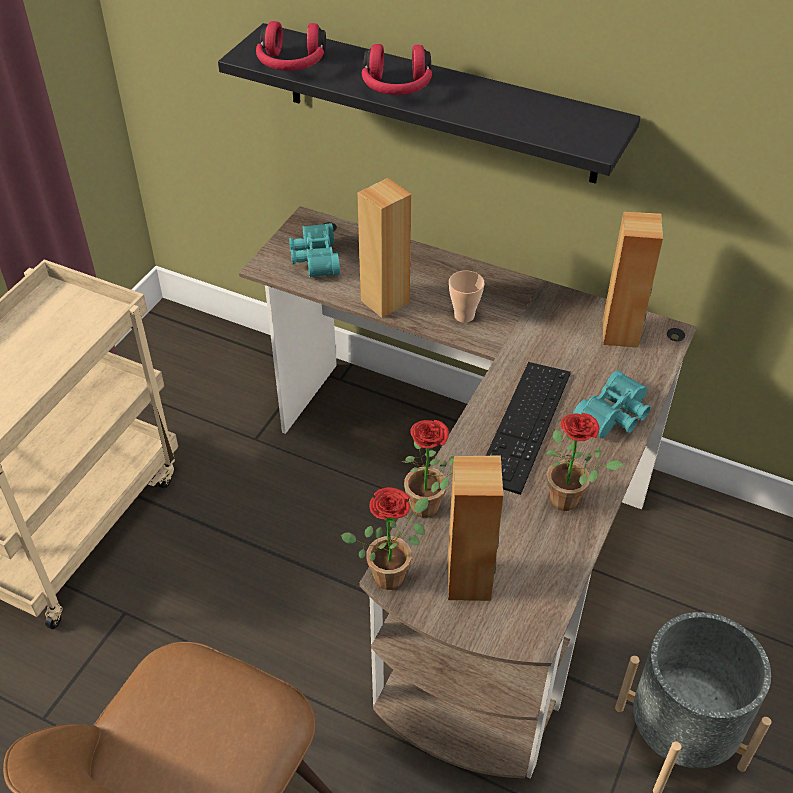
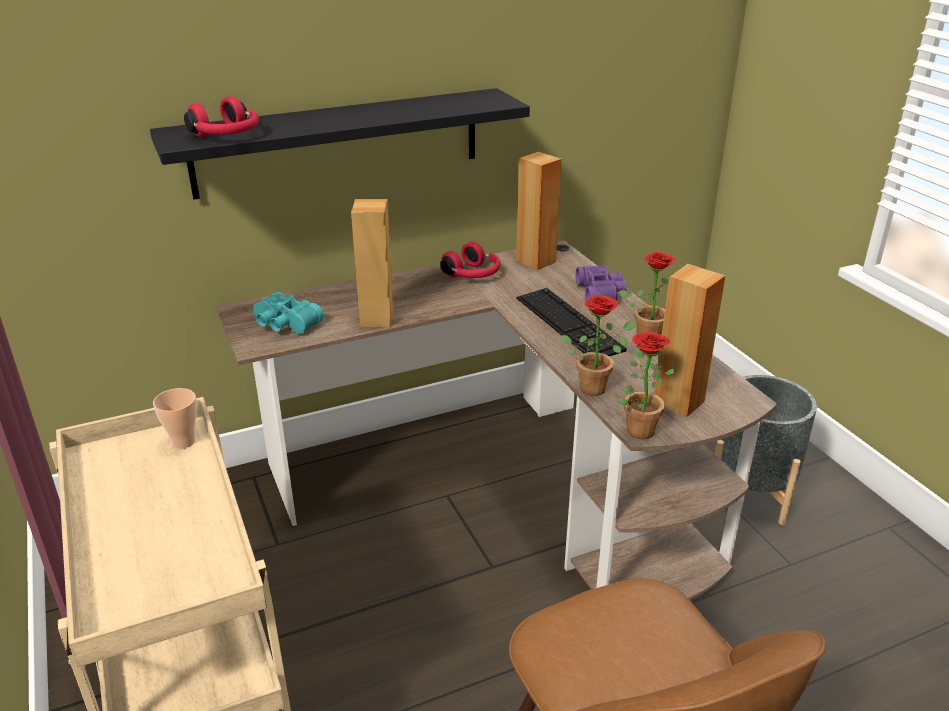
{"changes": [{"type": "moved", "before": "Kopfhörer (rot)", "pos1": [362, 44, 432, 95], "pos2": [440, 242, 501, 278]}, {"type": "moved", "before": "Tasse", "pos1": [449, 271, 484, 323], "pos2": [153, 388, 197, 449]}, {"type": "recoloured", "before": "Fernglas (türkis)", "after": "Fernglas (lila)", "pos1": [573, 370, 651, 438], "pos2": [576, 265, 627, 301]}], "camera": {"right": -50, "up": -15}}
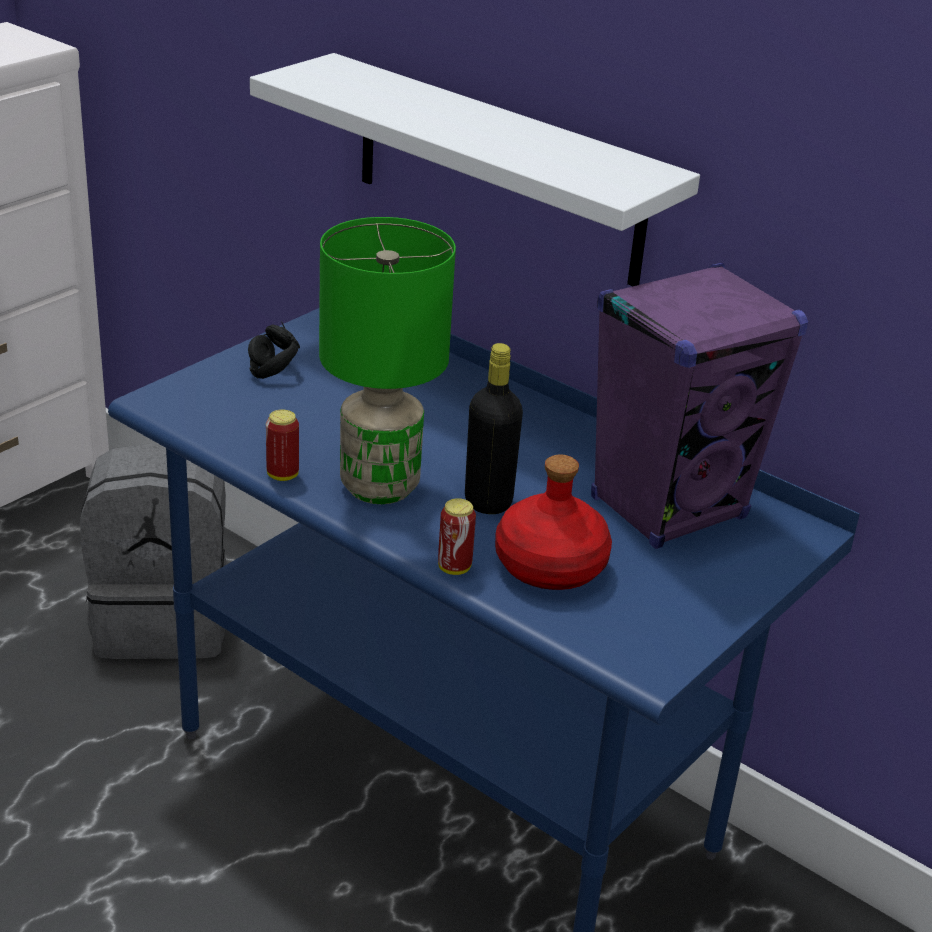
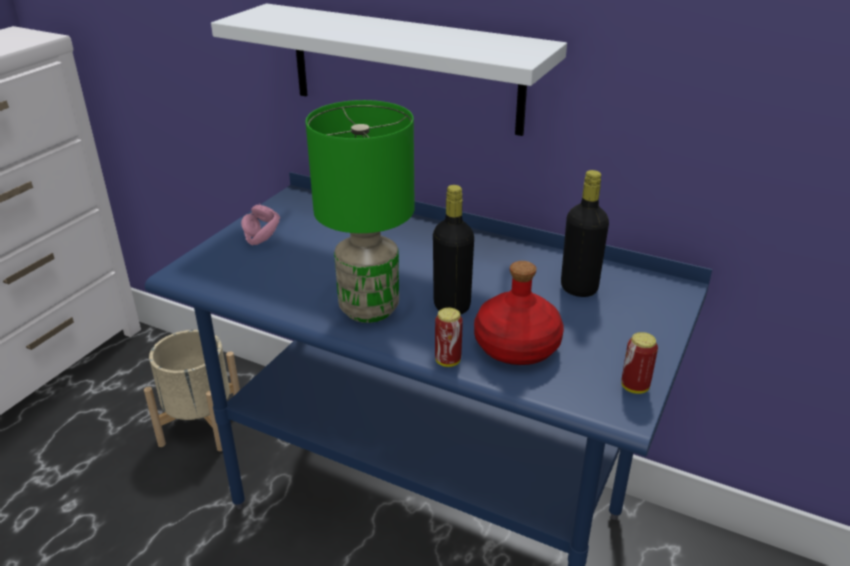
{"changes": [{"type": "replaced", "before": "Lautsprecher (lila)", "after": "Flasche (schwarz)", "pos1": [591, 263, 808, 549], "pos2": [561, 170, 609, 297]}, {"type": "recoloured", "before": "Kopfhörer (schwarz)", "after": "Kopfhörer (rosa)", "pos1": [248, 321, 300, 379], "pos2": [241, 203, 280, 246]}, {"type": "moved", "before": "Dose", "pos1": [266, 409, 299, 481], "pos2": [621, 332, 658, 394]}, {"type": "replaced", "before": "Rucksack (grau)", "after": "Pflanzkübel (beige)", "pos1": [80, 443, 227, 659], "pos2": [144, 330, 240, 451]}], "camera": {"right": -10, "up": 0}}
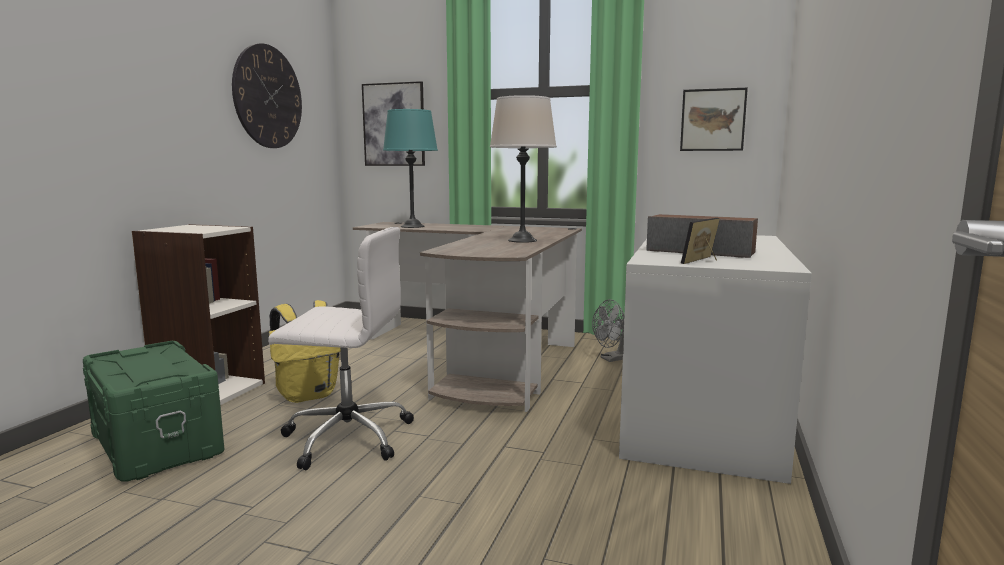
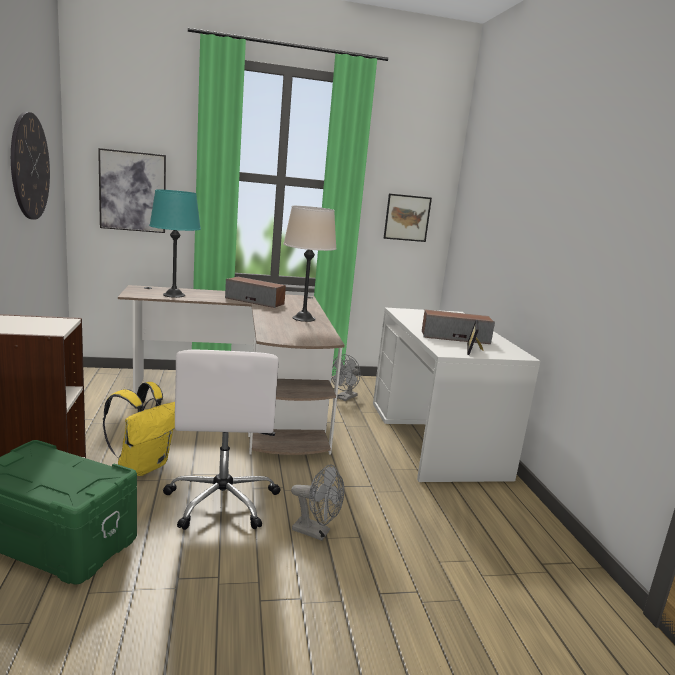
{"changes": [{"type": "turned", "before": "Bürostuhl (weiß)", "pos1": [268, 227, 414, 470], "pos2": [163, 349, 280, 530], "turn": 105}, {"type": "added", "after": "Lautsprecher", "pos2": [225, 277, 286, 308]}, {"type": "added", "after": "Ventilator (grau)", "pos2": [291, 464, 344, 541]}], "camera": {"right": -30, "up": 5}}
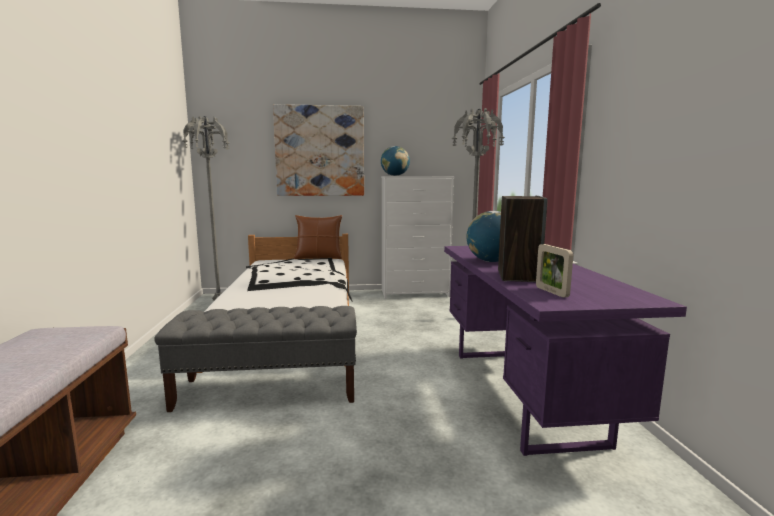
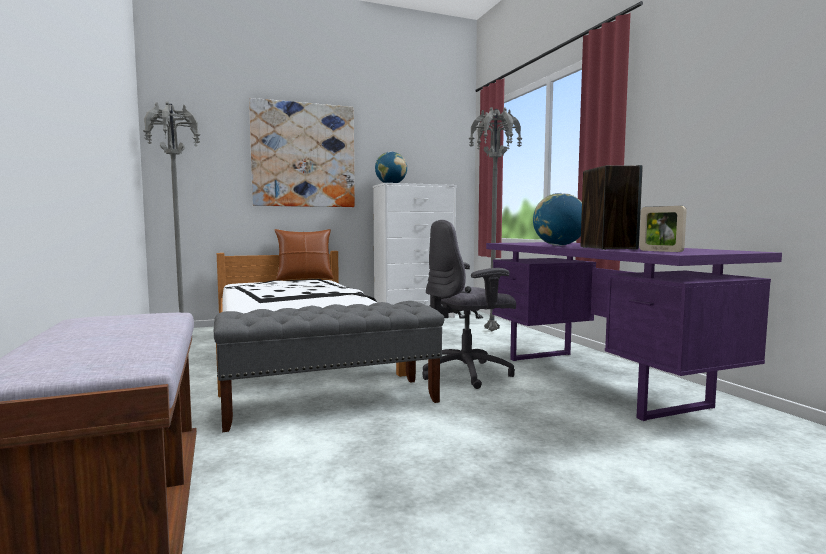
{"changes": [{"type": "added", "after": "Bürostuhl (grau)", "pos2": [422, 220, 516, 389]}], "camera": {"right": -15, "up": -5}}
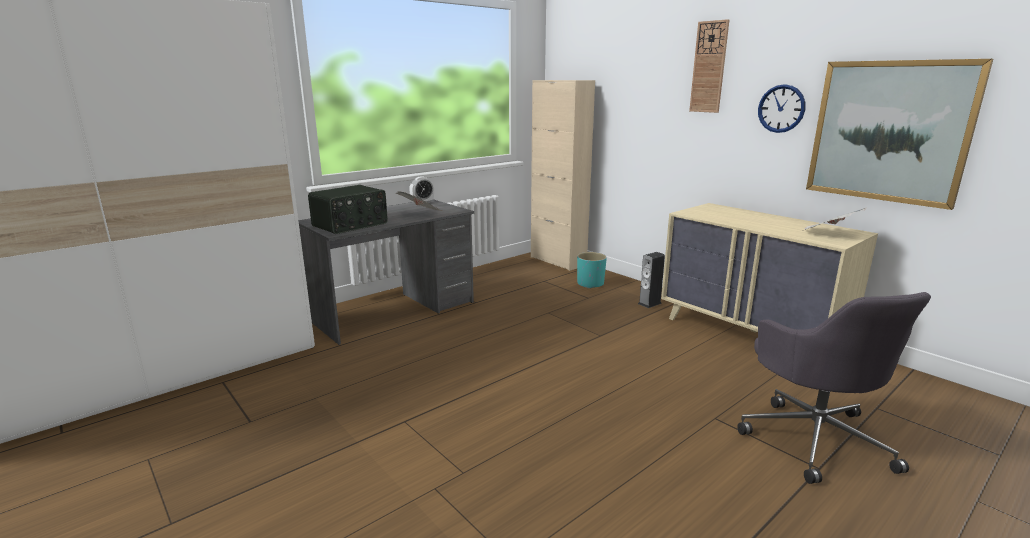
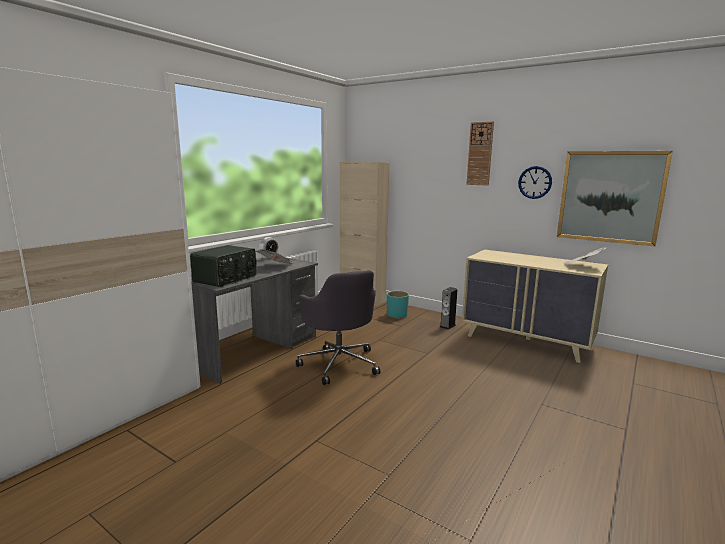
{"changes": [{"type": "moved", "before": "Bürostuhl (grau)", "pos1": [737, 292, 931, 484], "pos2": [296, 270, 380, 385]}], "camera": {"right": -15, "up": -5}}
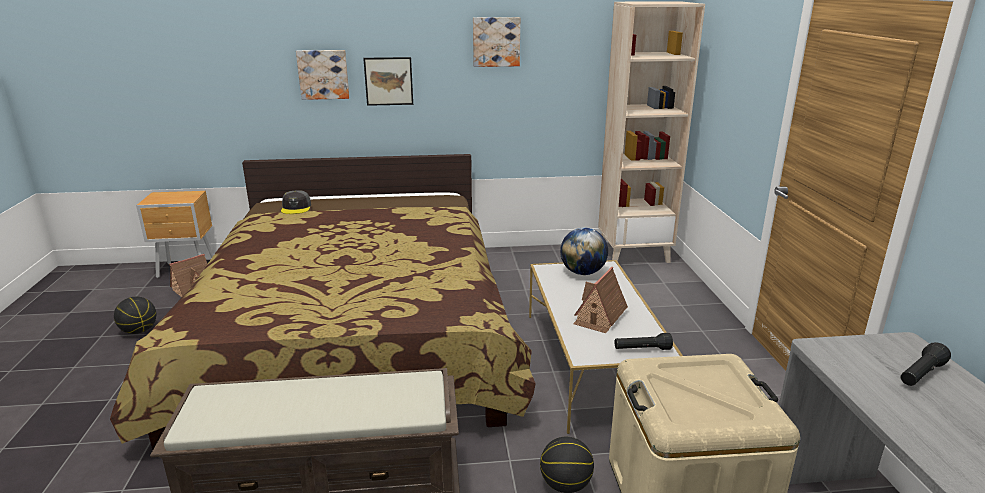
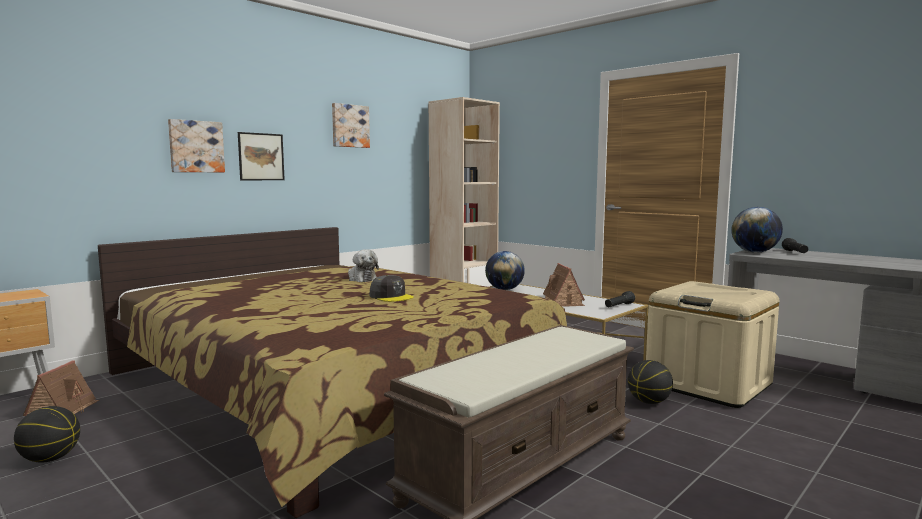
{"changes": [{"type": "moved", "before": "Kappe (grau)", "pos1": [281, 190, 311, 214], "pos2": [369, 275, 414, 302]}, {"type": "added", "after": "Globus", "pos2": [731, 207, 783, 253]}, {"type": "added", "after": "Plüschtier", "pos2": [348, 249, 379, 282]}], "camera": {"right": -40, "up": -15}}
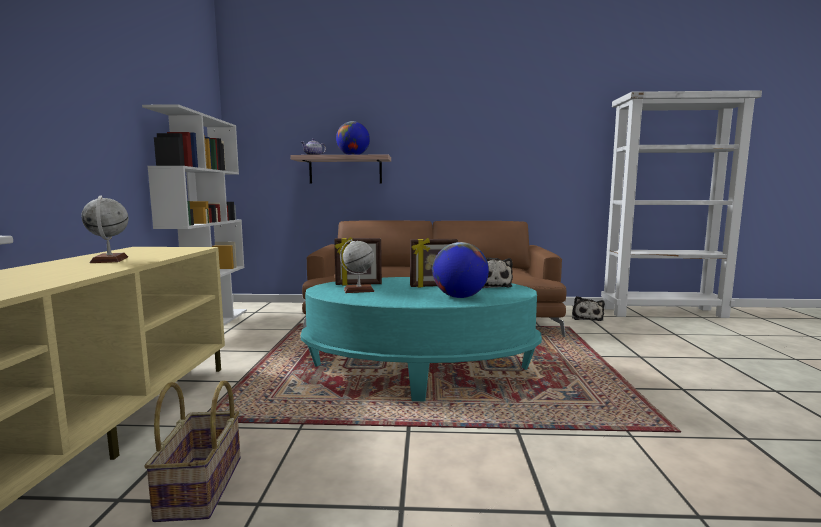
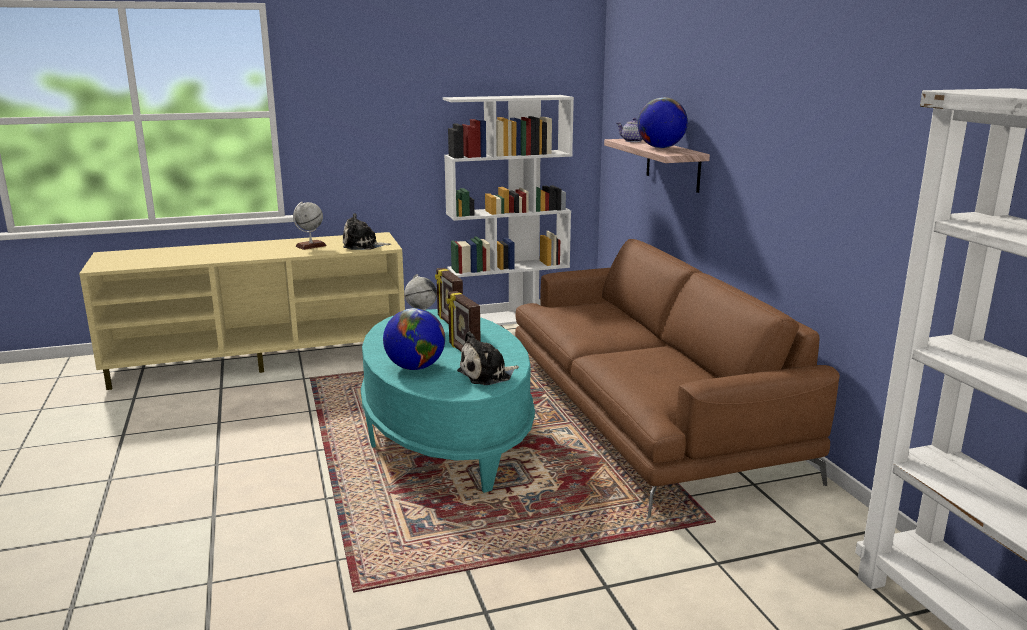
{"changes": [{"type": "moved", "before": "Plüschtier", "pos1": [572, 296, 605, 321], "pos2": [343, 213, 391, 250]}, {"type": "removed", "before": "Korb", "pos1": [144, 380, 240, 522]}], "camera": {"right": 70, "up": 10}}
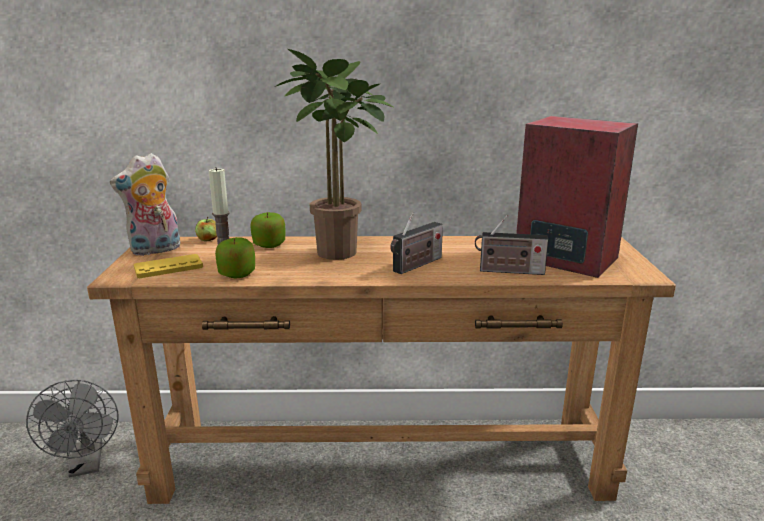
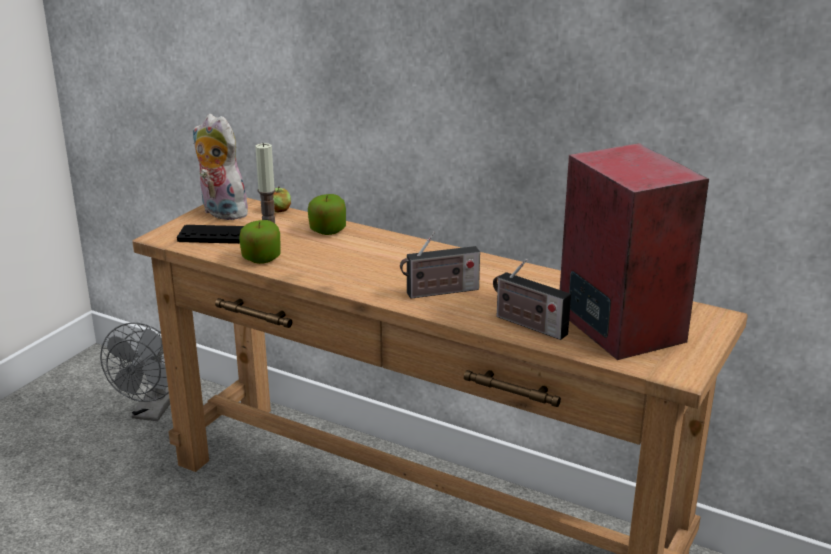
{"changes": [{"type": "removed", "before": "Topfpflanze", "pos1": [275, 49, 393, 260]}, {"type": "turned", "before": "Plüschtier", "pos1": [110, 153, 180, 256], "pos2": [193, 114, 248, 220], "turn": 45}, {"type": "recoloured", "before": "Gamepad (gelb)", "after": "Gamepad (schwarz)", "pos1": [134, 254, 203, 278], "pos2": [177, 225, 244, 244]}], "camera": {"right": 30, "up": 5}}
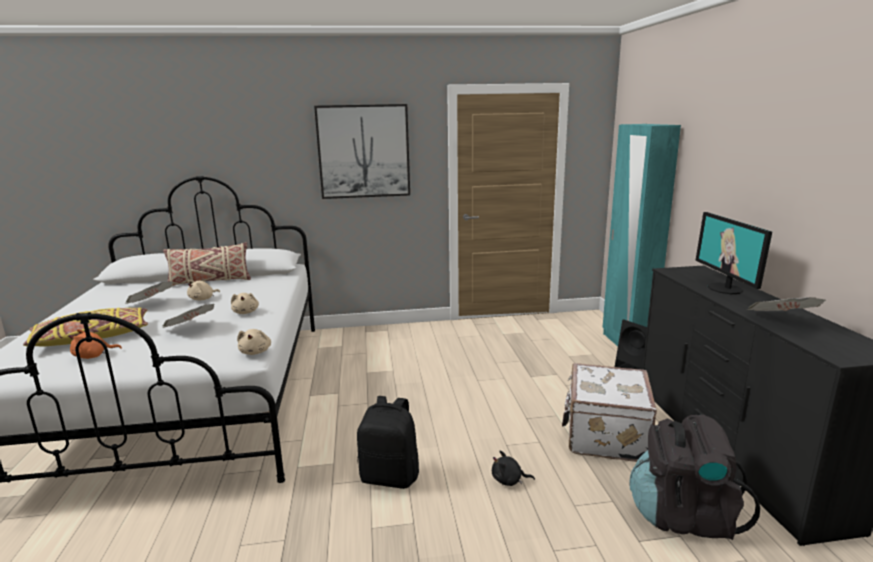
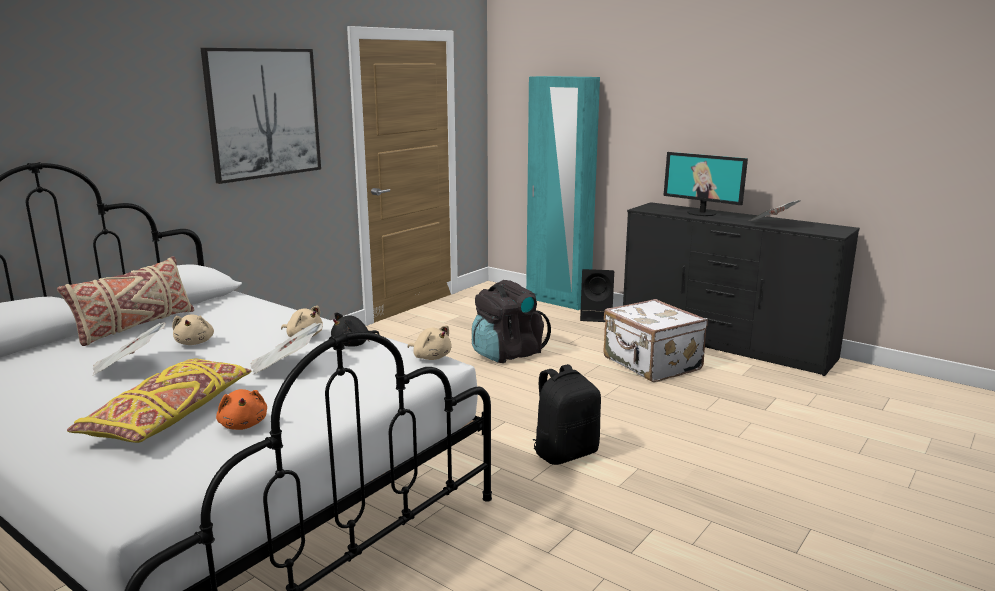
{"changes": [{"type": "turned", "before": "Plüschtier (orange)", "pos1": [68, 329, 122, 359], "pos2": [216, 389, 267, 430], "turn": -45}, {"type": "moved", "before": "Rucksack (schwarz)", "pos1": [630, 415, 760, 540], "pos2": [472, 280, 551, 363]}, {"type": "moved", "before": "Plüschtier (schwarz)", "pos1": [492, 450, 535, 486], "pos2": [331, 312, 380, 347]}], "camera": {"right": -45, "up": 0}}
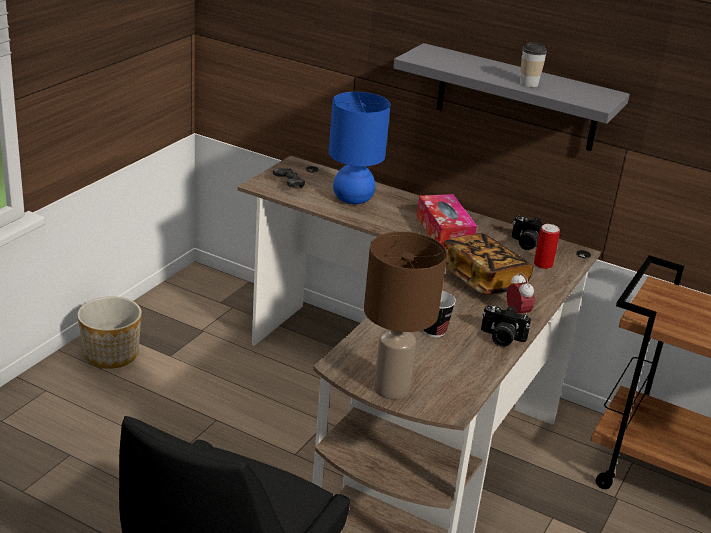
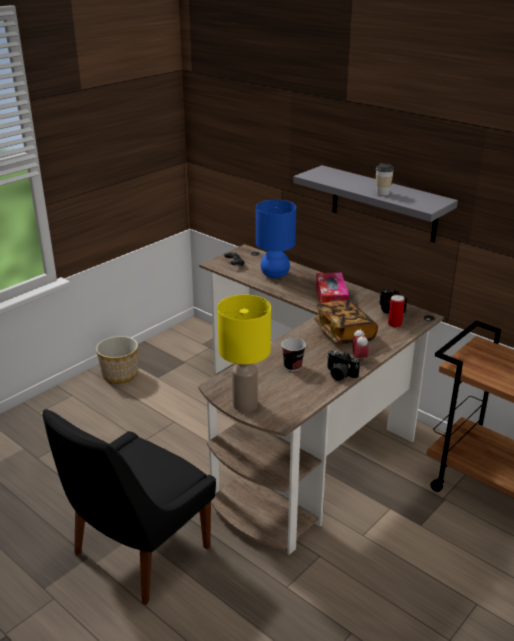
{"changes": [{"type": "recoloured", "before": "Tischlampe (braun)", "after": "Tischlampe (gelb)", "pos1": [364, 231, 447, 400], "pos2": [217, 294, 271, 412]}], "camera": {"right": 15, "up": 0}}
